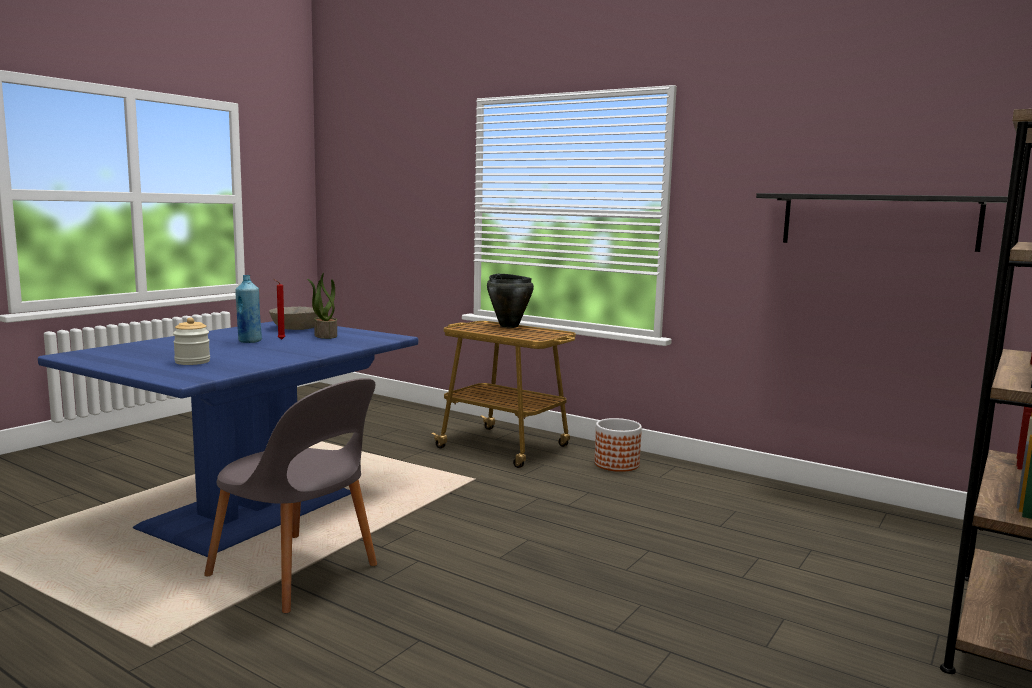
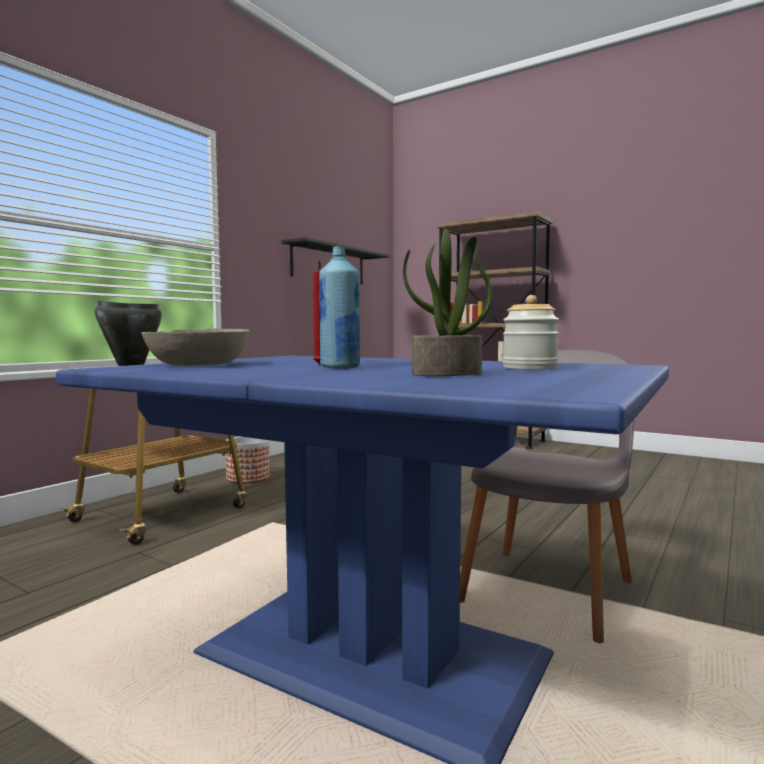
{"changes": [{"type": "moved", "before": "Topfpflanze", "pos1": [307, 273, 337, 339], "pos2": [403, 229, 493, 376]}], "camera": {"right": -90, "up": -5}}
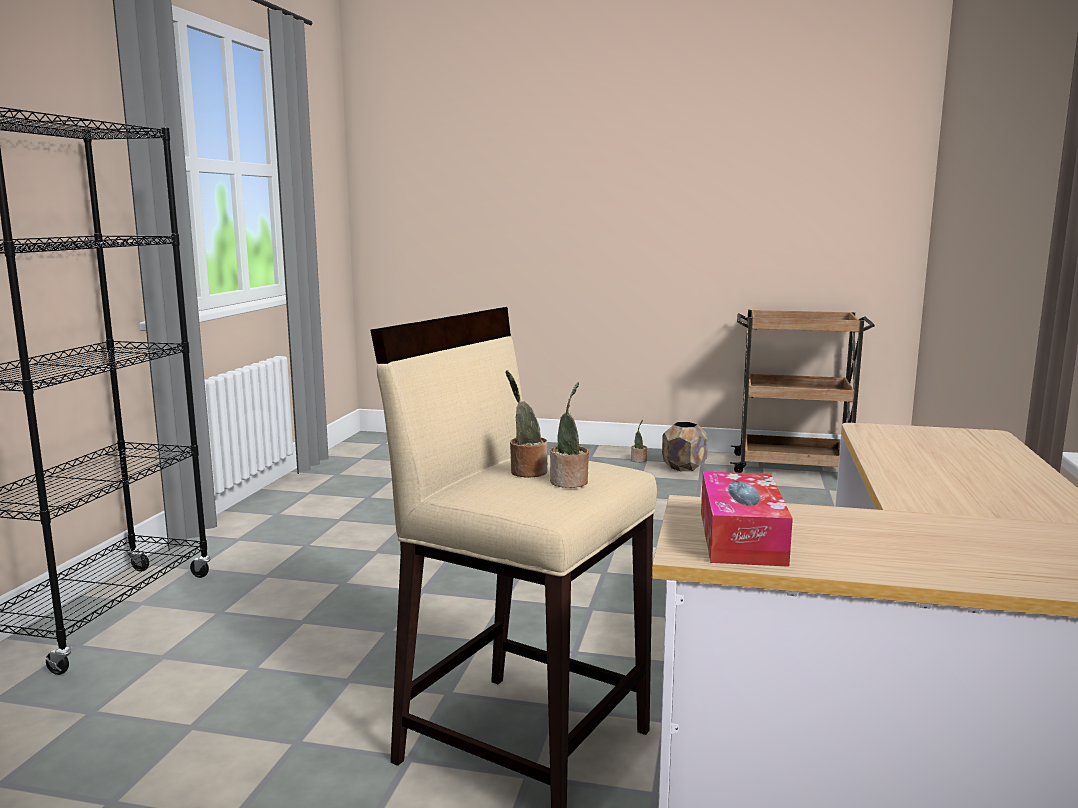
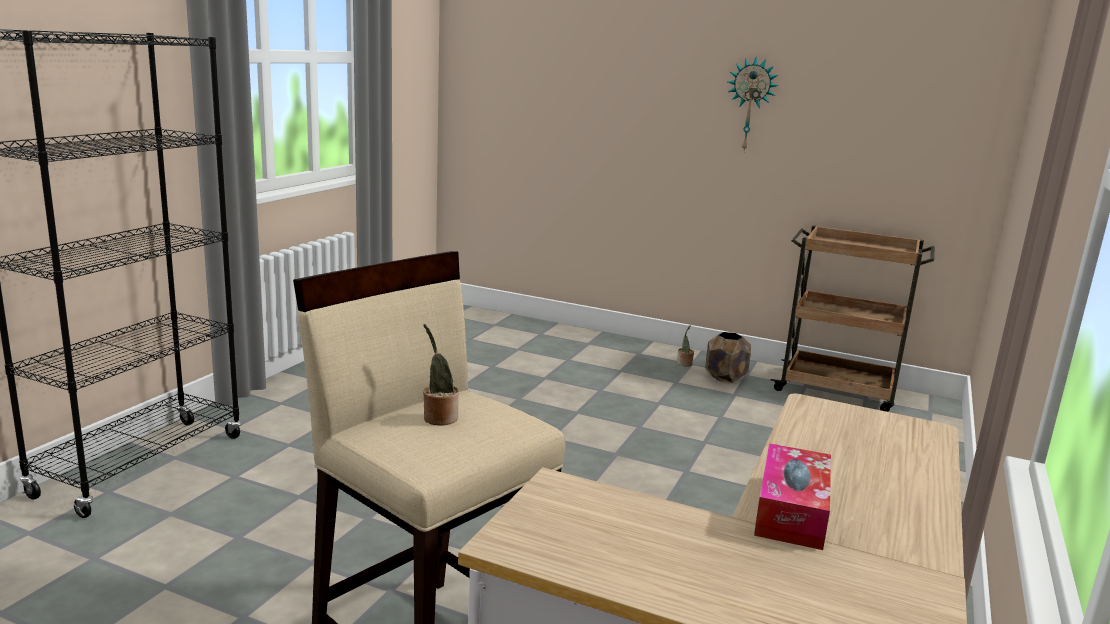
{"changes": [{"type": "removed", "before": "Topfpflanze", "pos1": [550, 382, 589, 488]}, {"type": "moved", "before": "Taschentuchbox", "pos1": [701, 471, 793, 567], "pos2": [754, 443, 831, 550]}, {"type": "added", "after": "Wanduhr", "pos2": [728, 57, 779, 151]}], "camera": {"right": 10, "up": 5}}
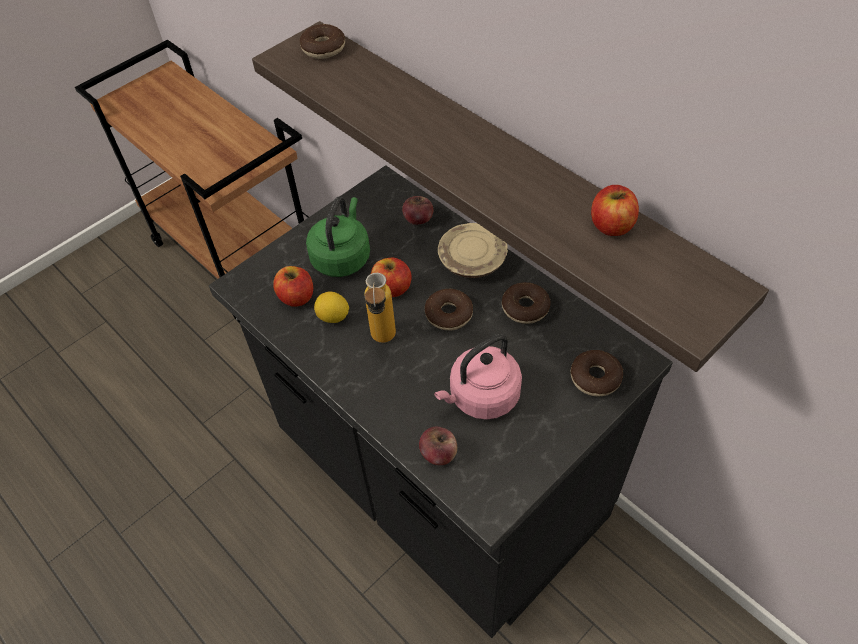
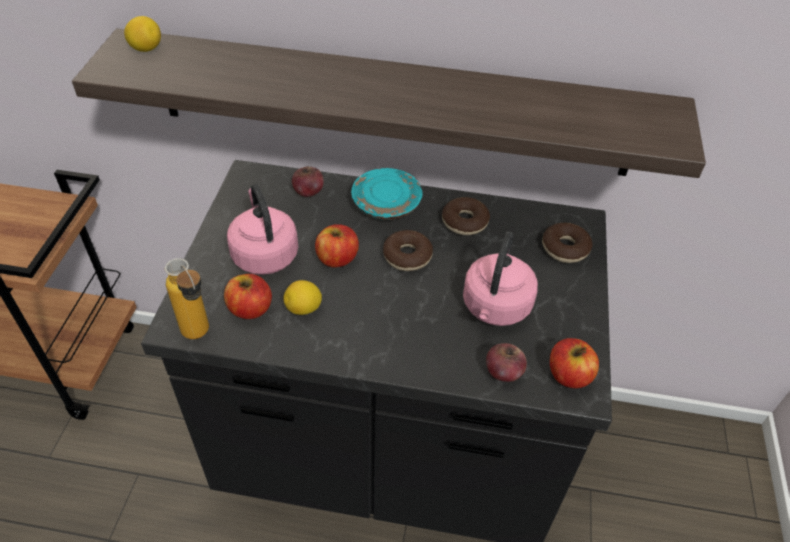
{"changes": [{"type": "replaced", "before": "Donut", "after": "Zitrone", "pos1": [300, 24, 345, 59], "pos2": [124, 16, 161, 52]}, {"type": "moved", "before": "Apfel", "pos1": [591, 185, 639, 236], "pos2": [550, 338, 599, 389]}, {"type": "recoloured", "before": "Wasserkessel (grün)", "after": "Wasserkessel (rosa)", "pos1": [306, 196, 370, 277], "pos2": [227, 184, 298, 275]}, {"type": "recoloured", "before": "Teller (beige)", "after": "Teller (türkis)", "pos1": [438, 223, 508, 278], "pos2": [351, 168, 423, 220]}, {"type": "moved", "before": "Flasche", "pos1": [365, 273, 396, 343], "pos2": [165, 258, 209, 339]}], "camera": {"right": -40, "up": -5}}
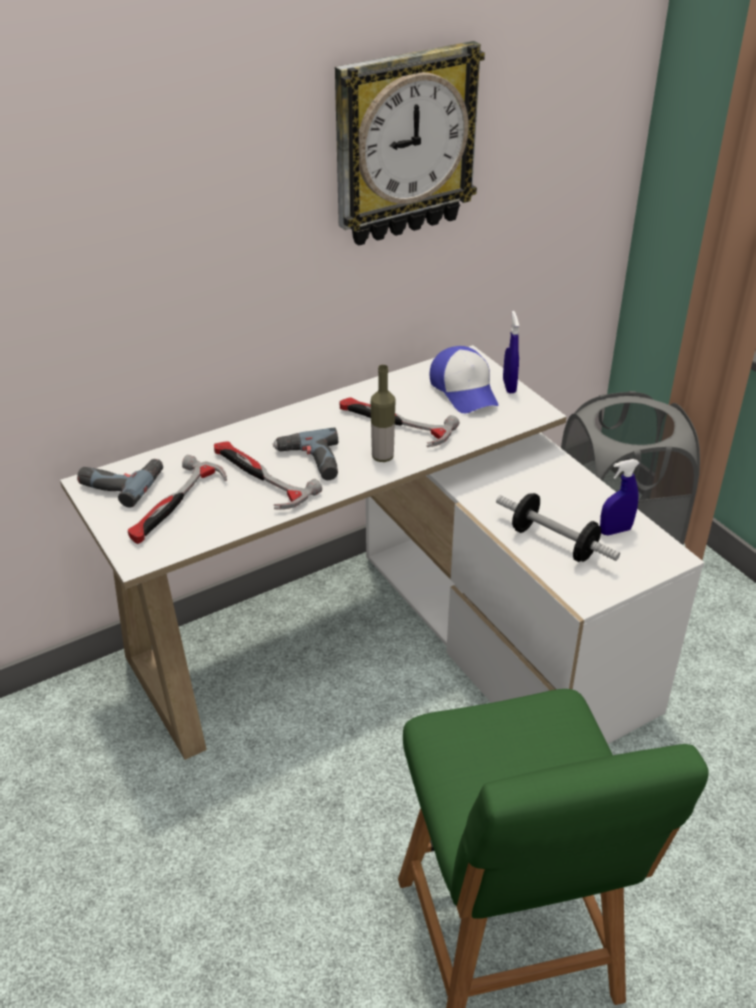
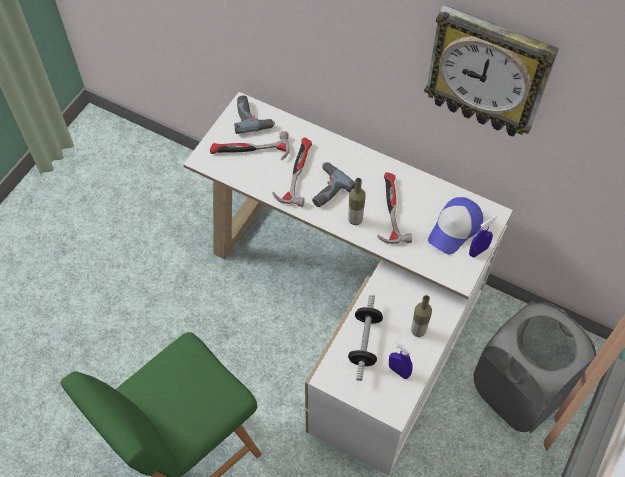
{"changes": [{"type": "added", "after": "Flasche", "pos2": [411, 295, 432, 337]}], "camera": {"right": 60, "up": 20}}
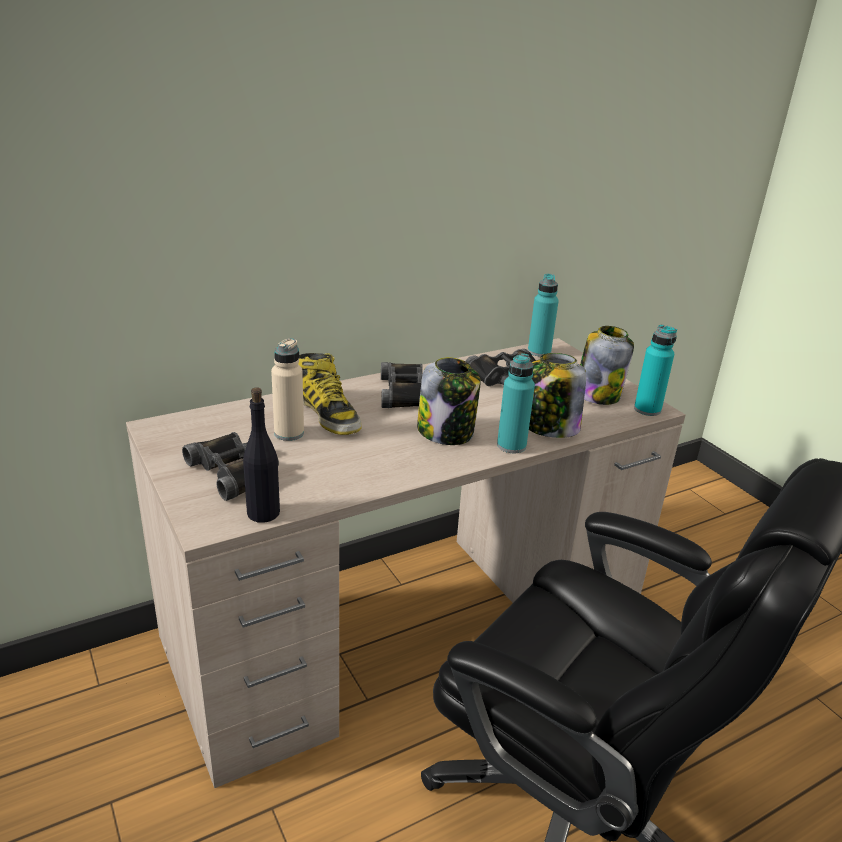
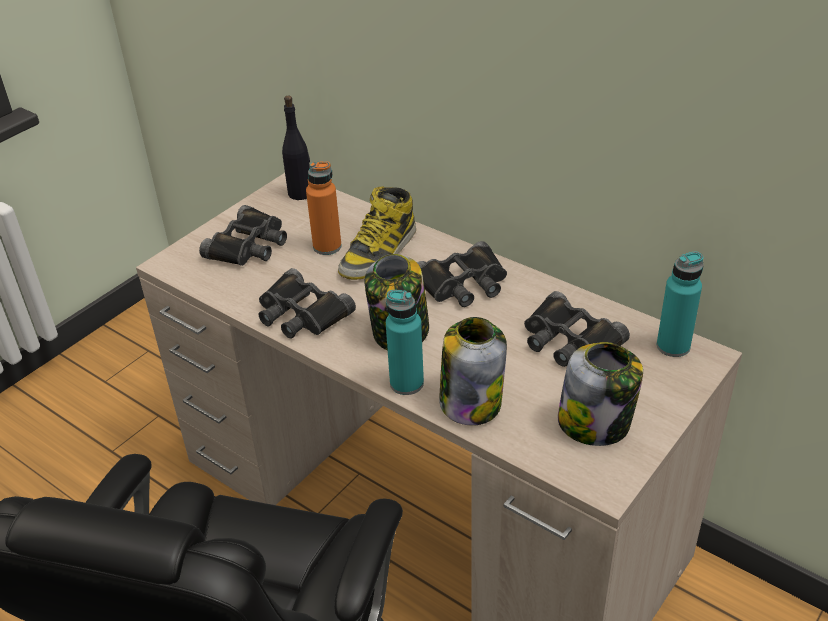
{"changes": [{"type": "removed", "before": "Flasche (türkis)", "pos1": [634, 325, 677, 416]}, {"type": "recoloured", "before": "Flasche (beige)", "after": "Flasche (orange)", "pos1": [271, 338, 304, 441], "pos2": [306, 161, 342, 255]}, {"type": "moved", "before": "Flasche (schwarz)", "pos1": [243, 387, 280, 523], "pos2": [282, 96, 310, 200]}, {"type": "added", "after": "Fernglas (schwarz)", "pos2": [259, 268, 356, 338]}], "camera": {"right": 70, "up": 10}}
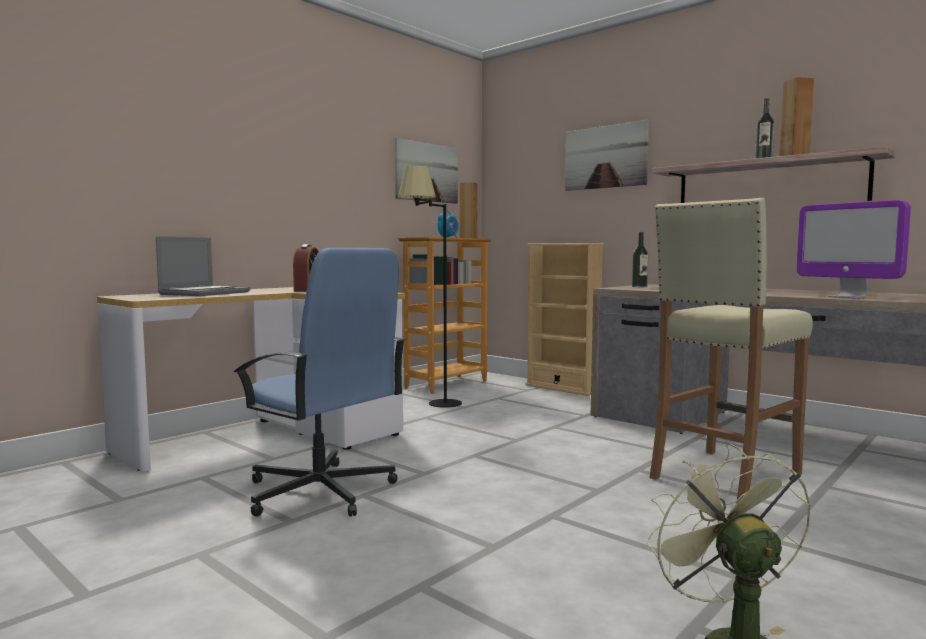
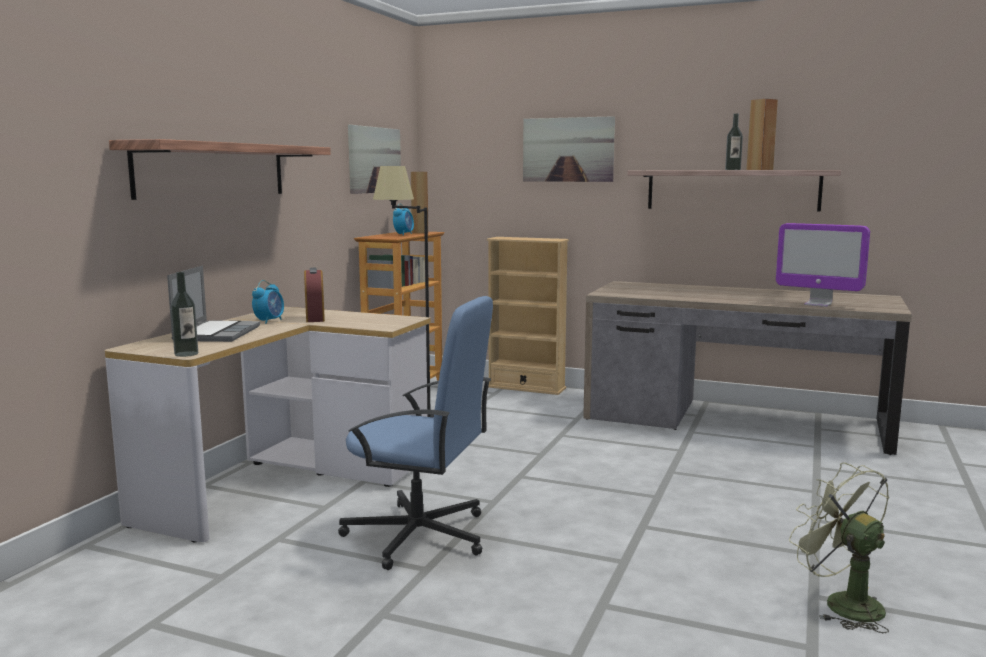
{"changes": [{"type": "removed", "before": "Hocker (beige)", "pos1": [650, 198, 813, 504]}, {"type": "moved", "before": "Flasche", "pos1": [632, 232, 648, 287], "pos2": [171, 272, 198, 357]}, {"type": "added", "after": "Wandregal", "pos2": [109, 139, 331, 200]}, {"type": "added", "after": "Wecker", "pos2": [252, 280, 284, 324]}], "camera": {"right": -20, "up": 5}}
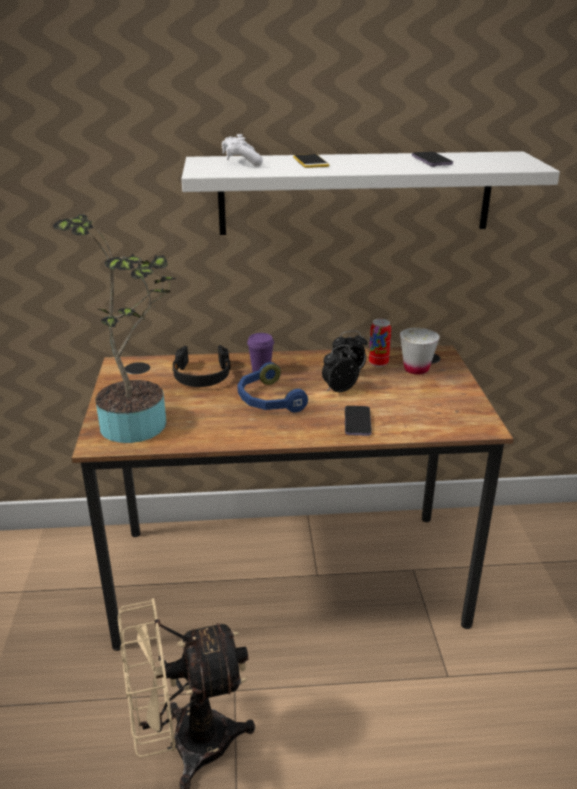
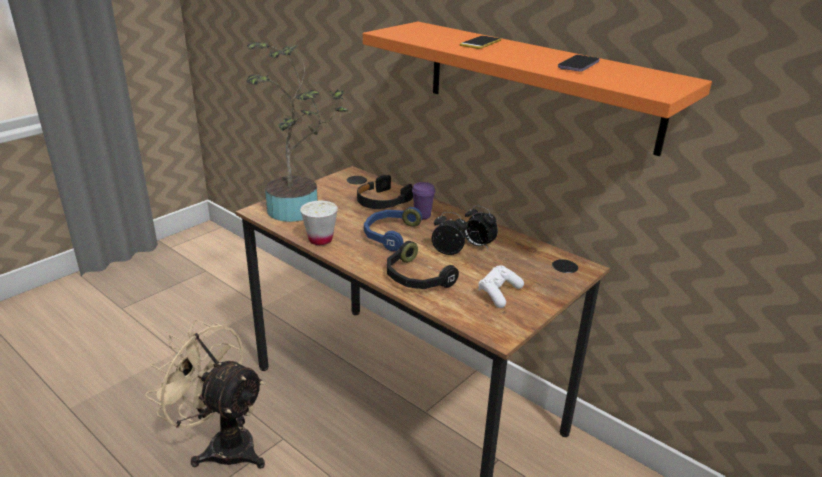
{"changes": [{"type": "moved", "before": "Gamepad (weiß)", "pos1": [222, 134, 263, 166], "pos2": [478, 265, 524, 308]}, {"type": "recoloured", "before": "Wandregal (weiß)", "after": "Wandregal (orange)", "pos1": [181, 151, 560, 235], "pos2": [363, 22, 712, 156]}, {"type": "removed", "before": "Dose", "pos1": [369, 319, 391, 367]}, {"type": "moved", "before": "Tasse (weiß)", "pos1": [400, 328, 440, 375], "pos2": [300, 201, 338, 245]}, {"type": "replaced", "before": "Handy", "after": "Kopfhörer (schwarz)", "pos1": [345, 406, 372, 436], "pos2": [387, 241, 459, 289]}], "camera": {"right": 45, "up": 0}}
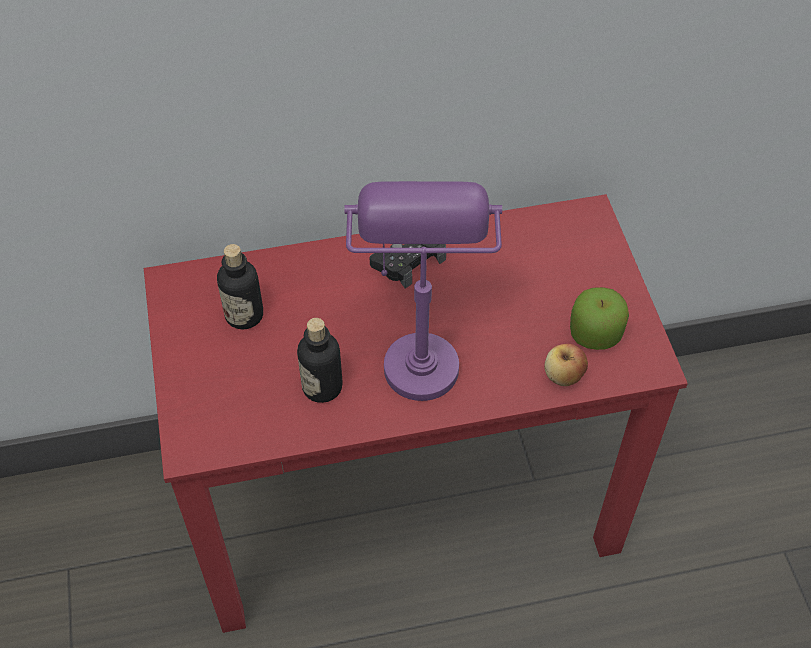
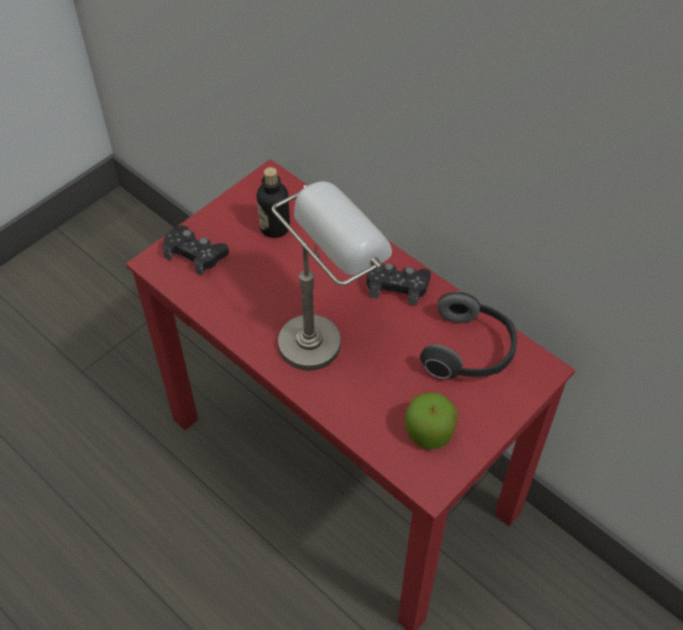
{"changes": [{"type": "recoloured", "before": "Tischlampe (lila)", "after": "Tischlampe (grau)", "pos1": [345, 181, 502, 401], "pos2": [272, 181, 392, 371]}, {"type": "removed", "before": "Flasche", "pos1": [297, 318, 343, 403]}, {"type": "removed", "before": "Apfel", "pos1": [544, 344, 588, 386]}, {"type": "added", "after": "Gamepad (schwarz)", "pos2": [162, 225, 229, 276]}, {"type": "added", "after": "Kopfhörer", "pos2": [420, 291, 517, 378]}], "camera": {"right": 55, "up": 0}}
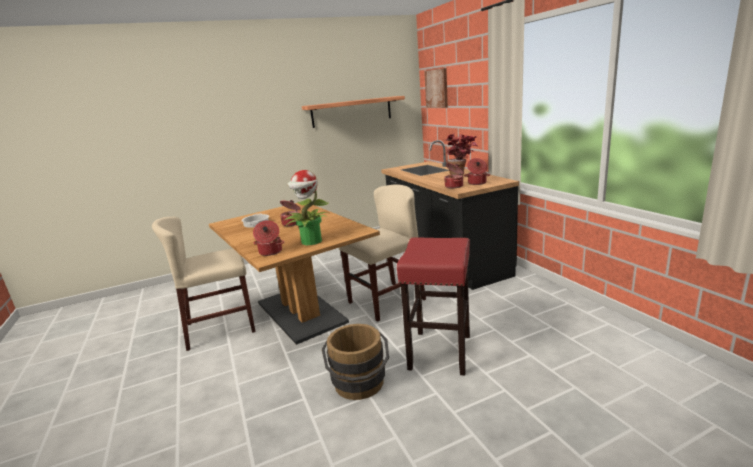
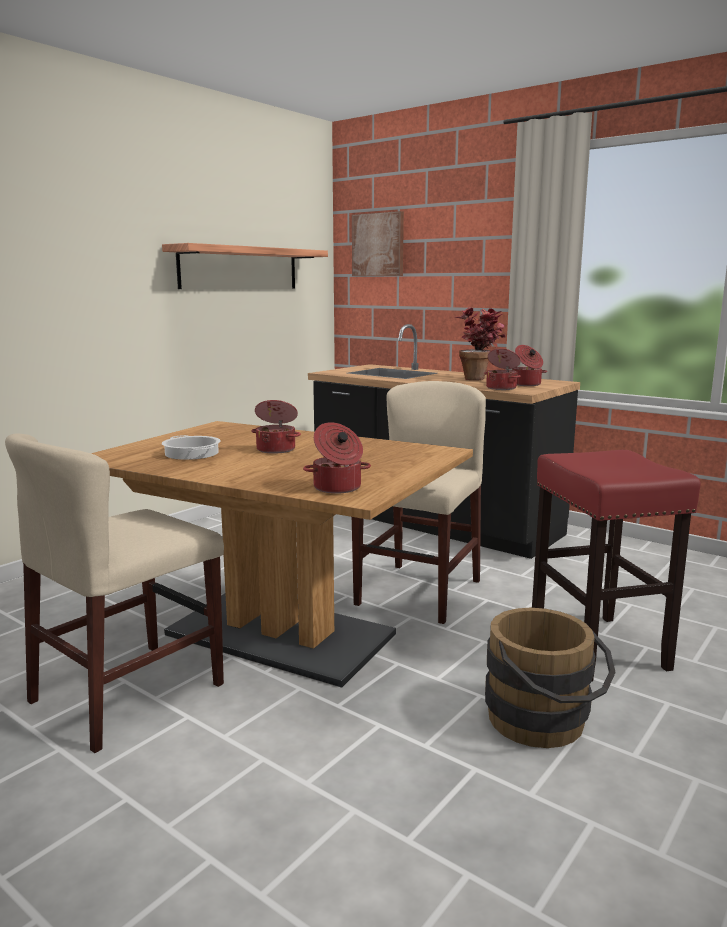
{"changes": [{"type": "removed", "before": "Topfpflanze", "pos1": [285, 170, 329, 245]}], "camera": {"right": -30, "up": -5}}
